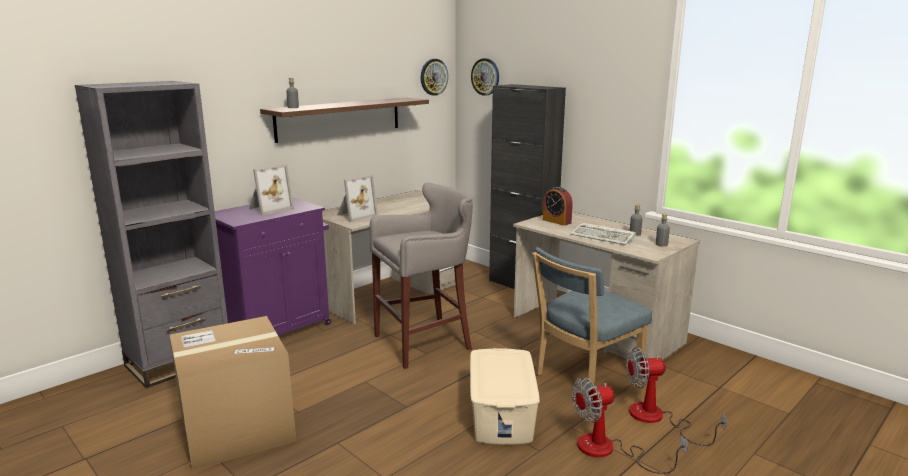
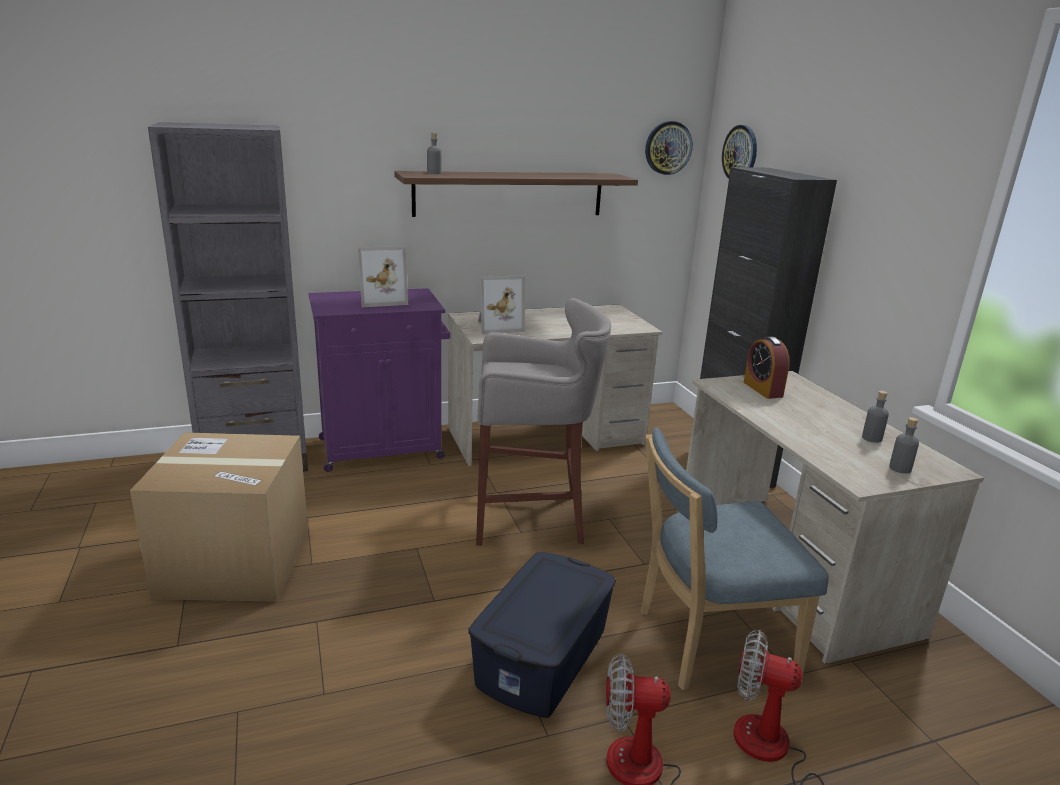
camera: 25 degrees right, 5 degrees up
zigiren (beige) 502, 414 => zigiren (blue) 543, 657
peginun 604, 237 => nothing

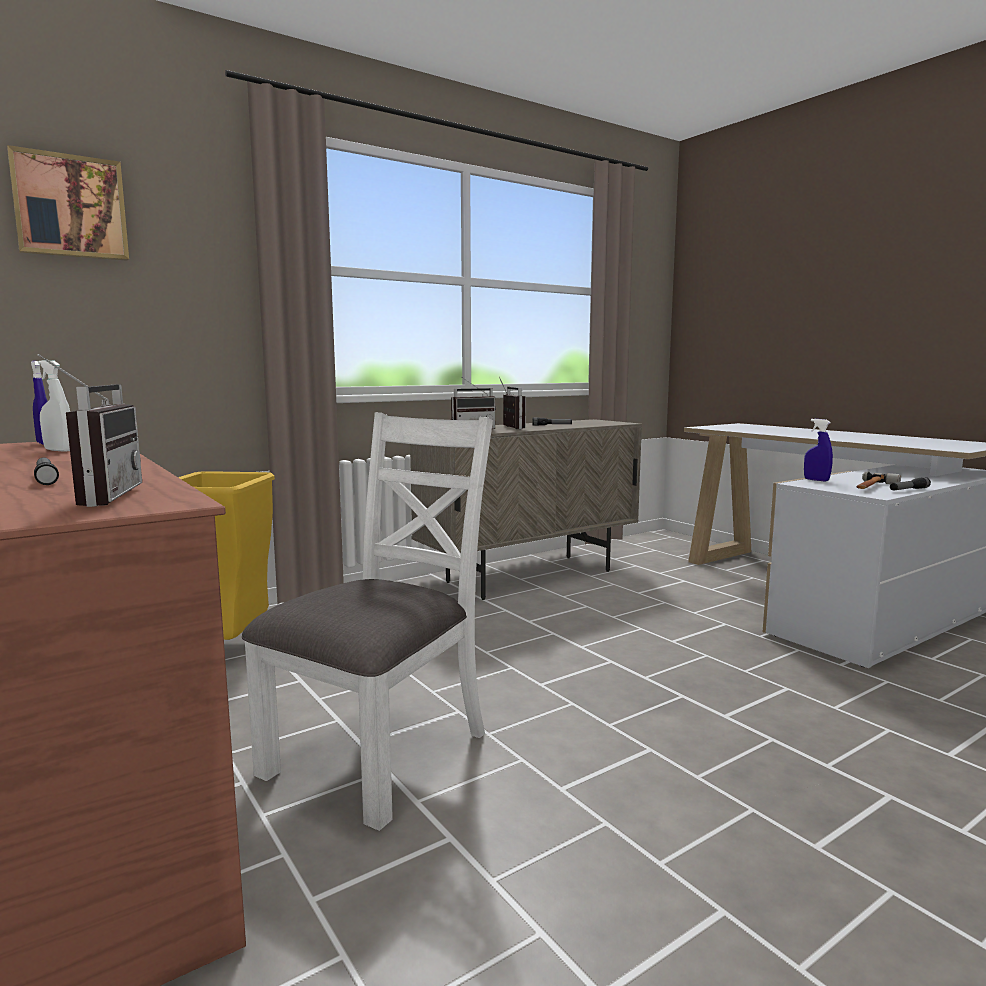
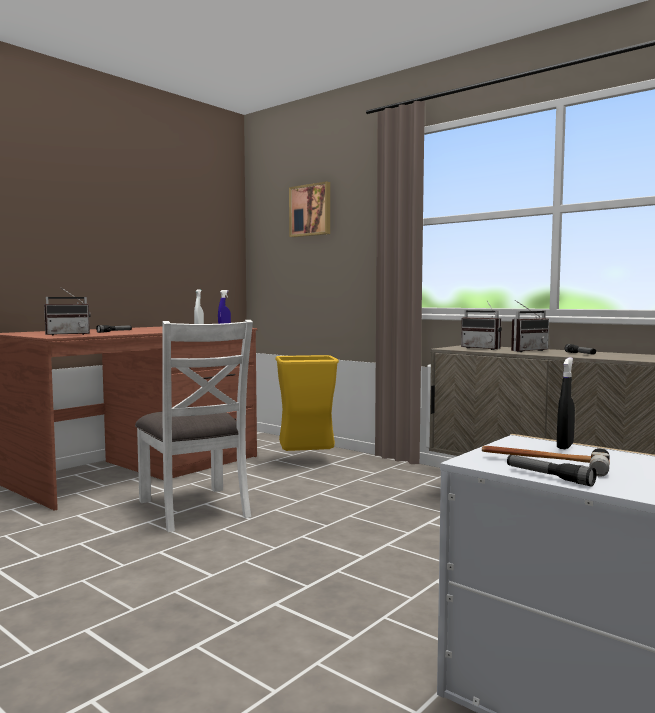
camera: 75 degrees right, 5 degrees down
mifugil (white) 380, 752 => mifugil (white) 195, 508, 45 degrees clockwise
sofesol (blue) 816, 480 => sofesol (black) 565, 446

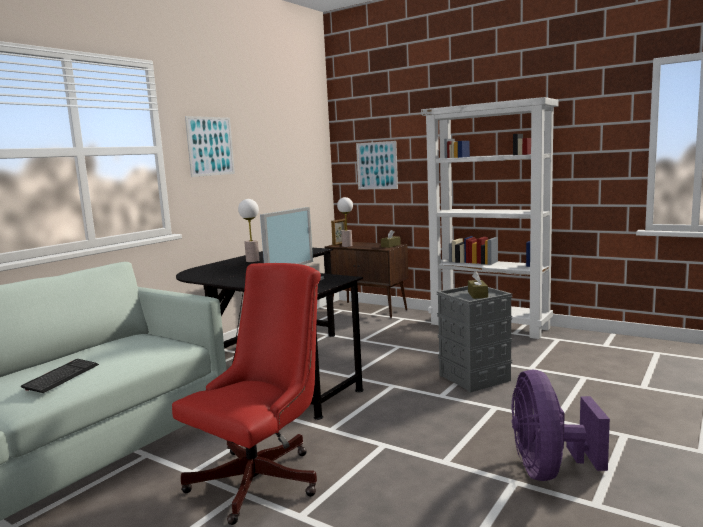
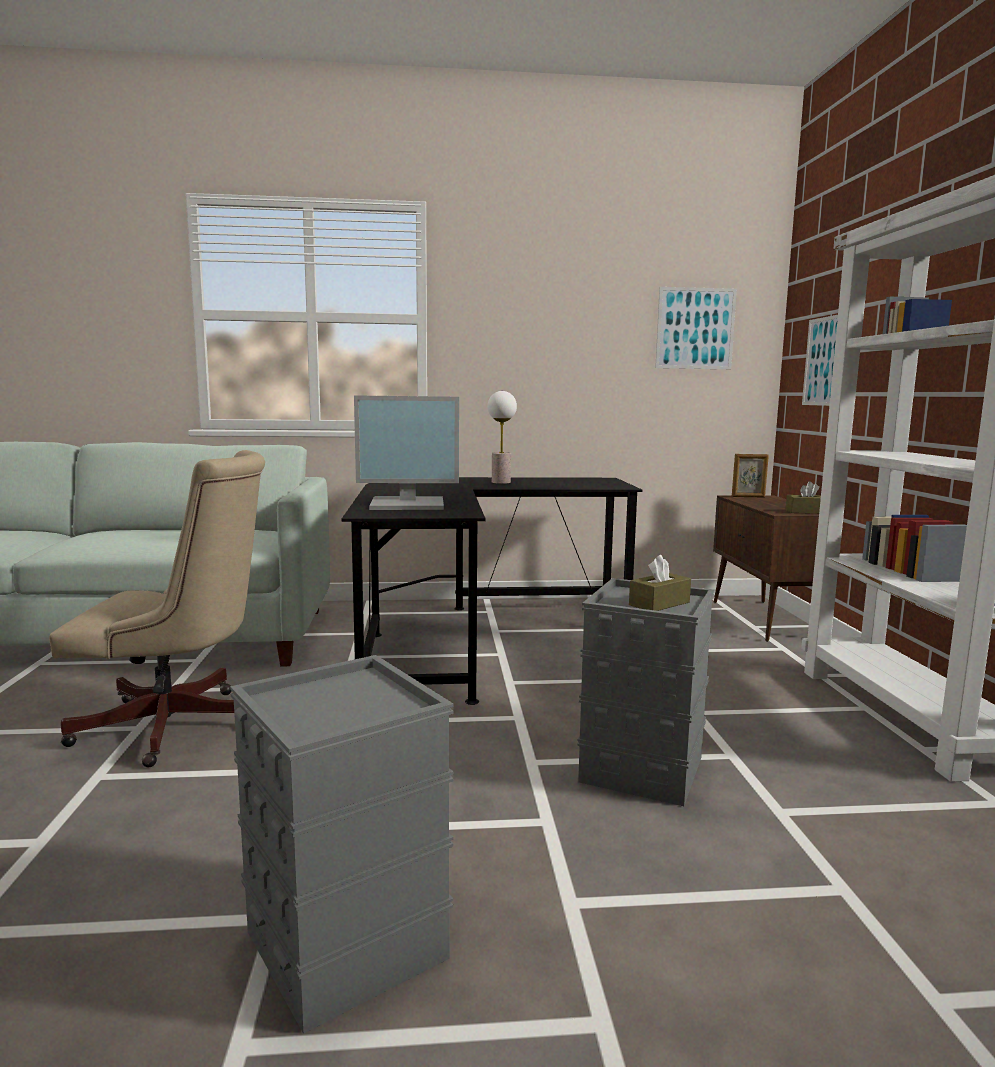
camera: 50 degrees right, 0 degrees up
peginun 62, 377 => nothing
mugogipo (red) 263, 478 => mugogipo (beige) 179, 727
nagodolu 210, 146 => nagodolu 695, 328, move
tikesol 347, 246 => nothing
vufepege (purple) 548, 470 => zigiren (grey) 345, 947

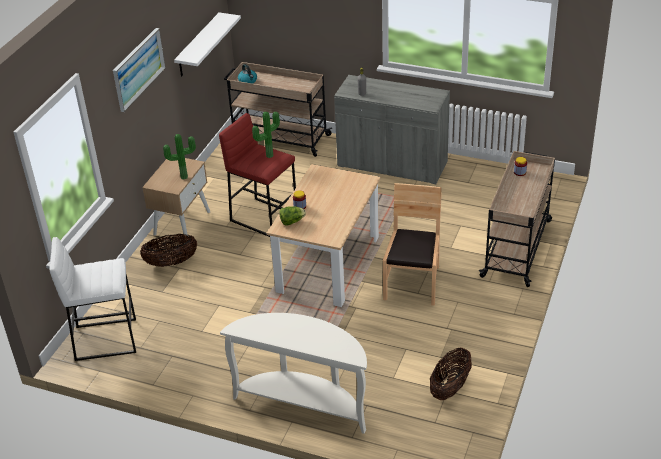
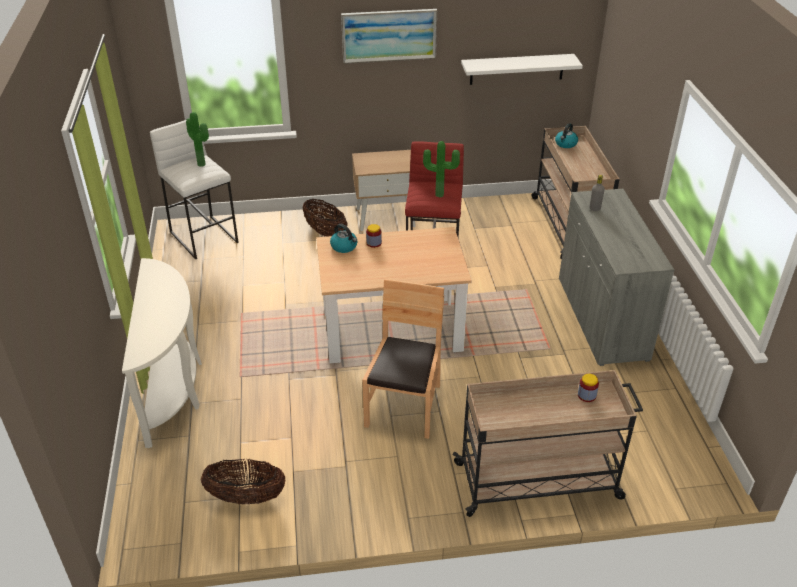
camera: 60 degrees right, 0 degrees up
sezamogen 183, 176 => sezamogen 202, 164, move
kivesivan 292, 221 => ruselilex 344, 247
mifugil (brown) 413, 283 => mifugil (brown) 404, 406, 60 degrees counterclockwise

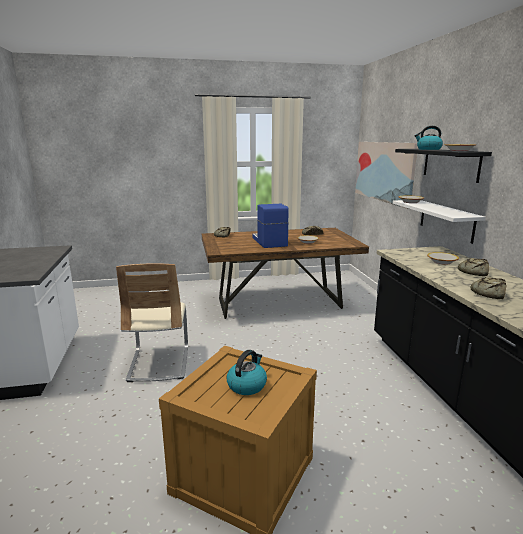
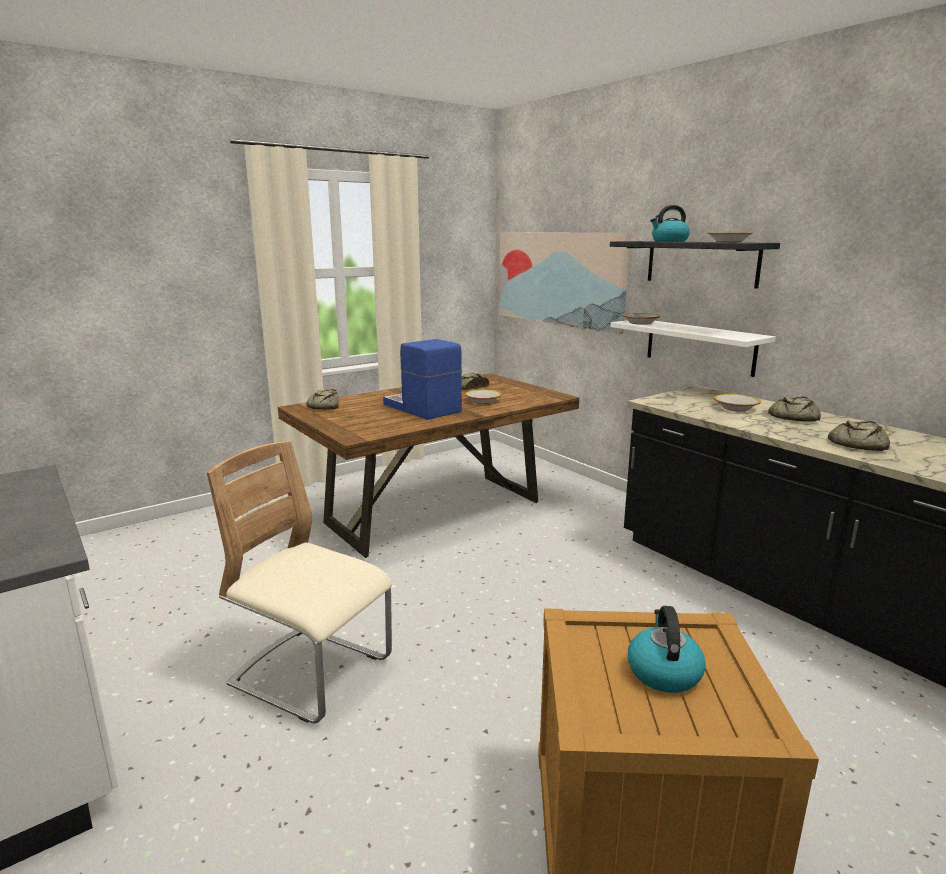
camera: 25 degrees left, 0 degrees up
mifugil (beige) 159, 363 => mifugil (beige) 312, 673, 150 degrees clockwise

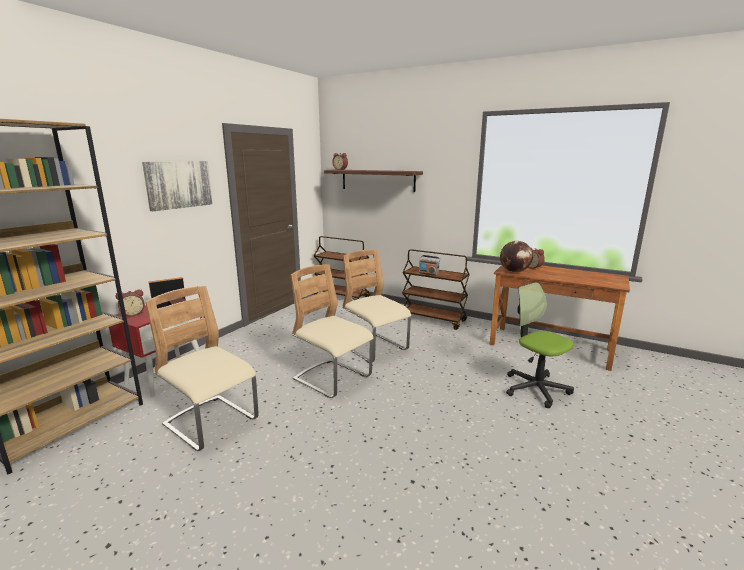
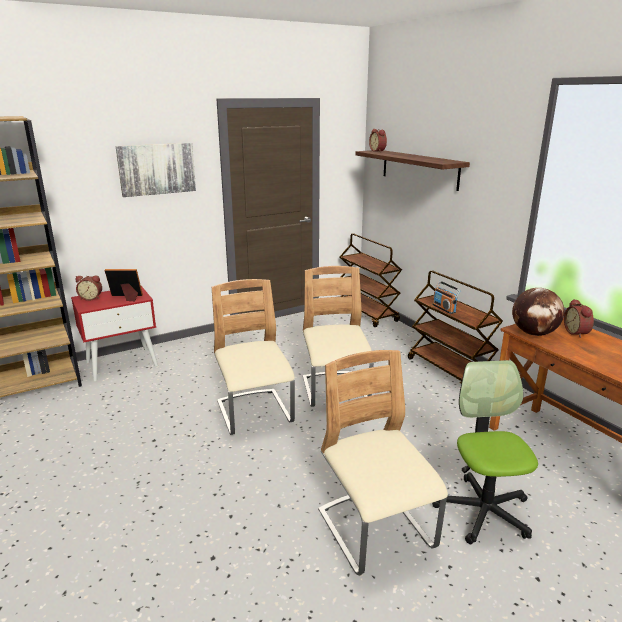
camera: 30 degrees right, 5 degrees up
mifugil (beige) 211, 423 => mifugil (beige) 375, 531, move

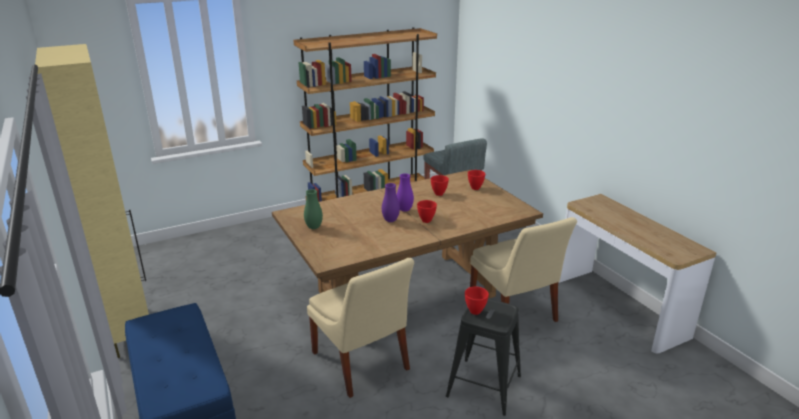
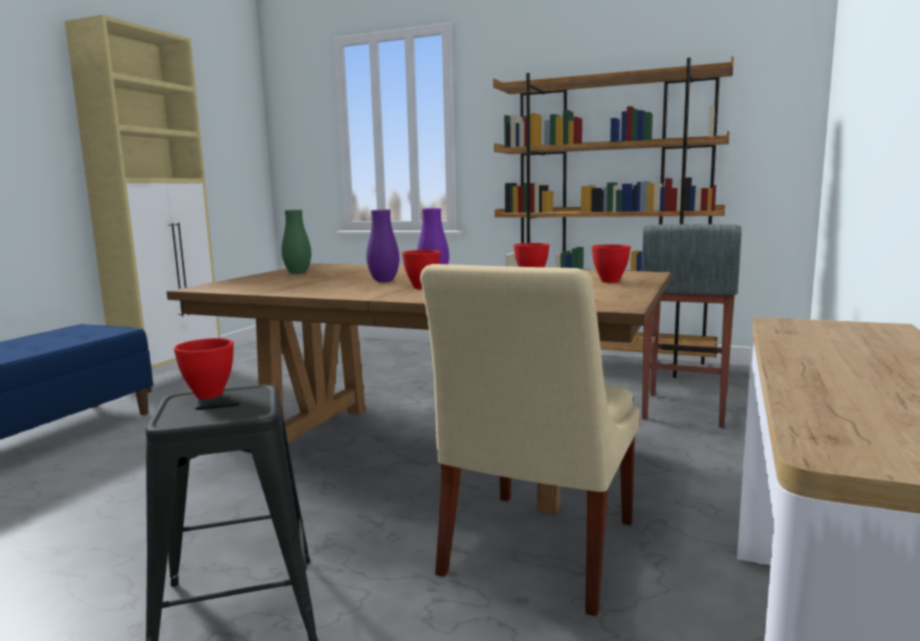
camera: 50 degrees right, 15 degrees down
mifugil (beige) 361, 364 => nothing

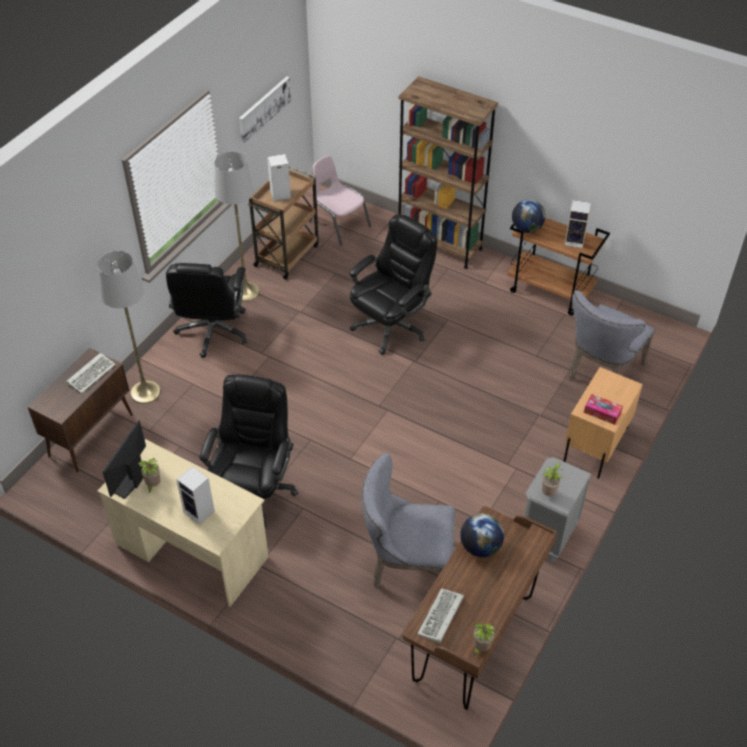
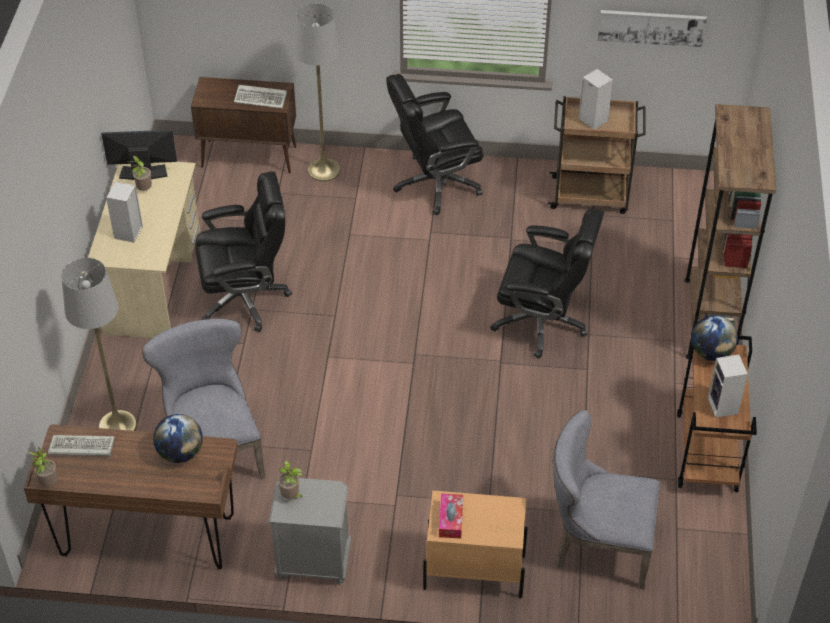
camera: 65 degrees right, 0 degrees up
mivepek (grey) 246, 292 => mivepek (grey) 117, 425, move
mifugil (pink) 339, 224 => nothing

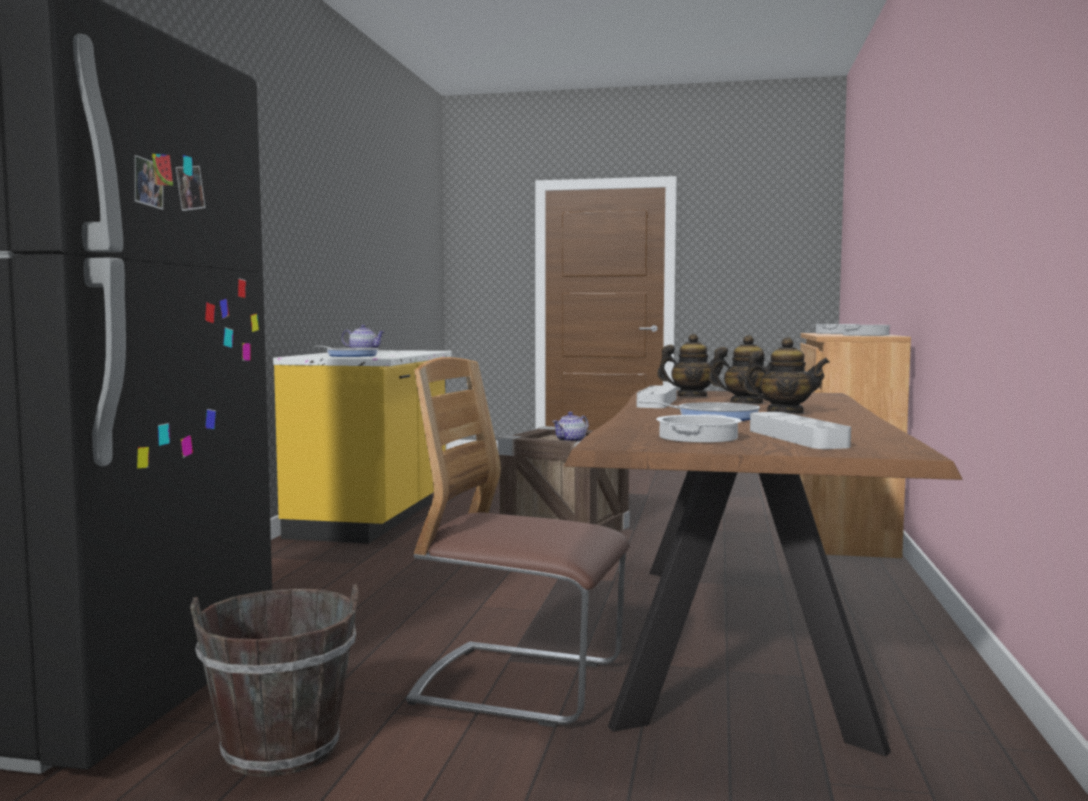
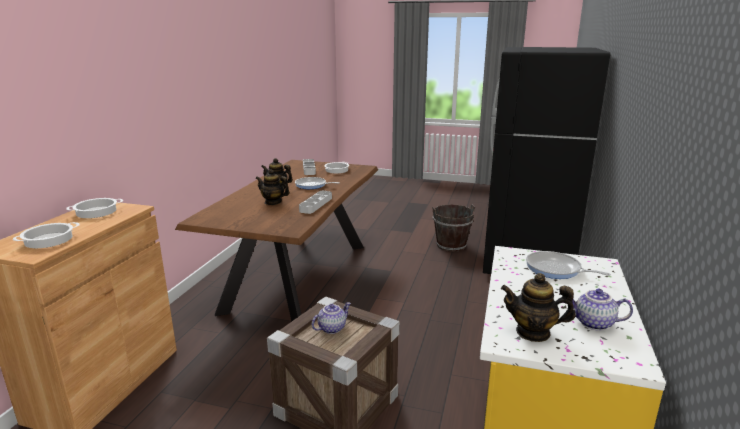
camera: 175 degrees left, 15 degrees up
mifugil 519, 685 => nothing
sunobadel 691, 397 => sunobadel 533, 332, move

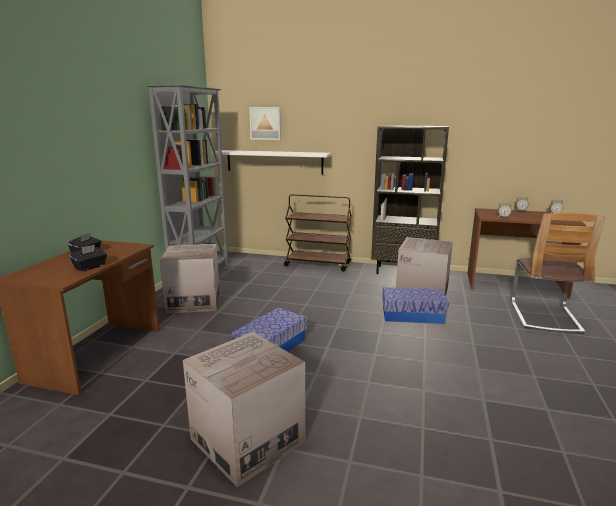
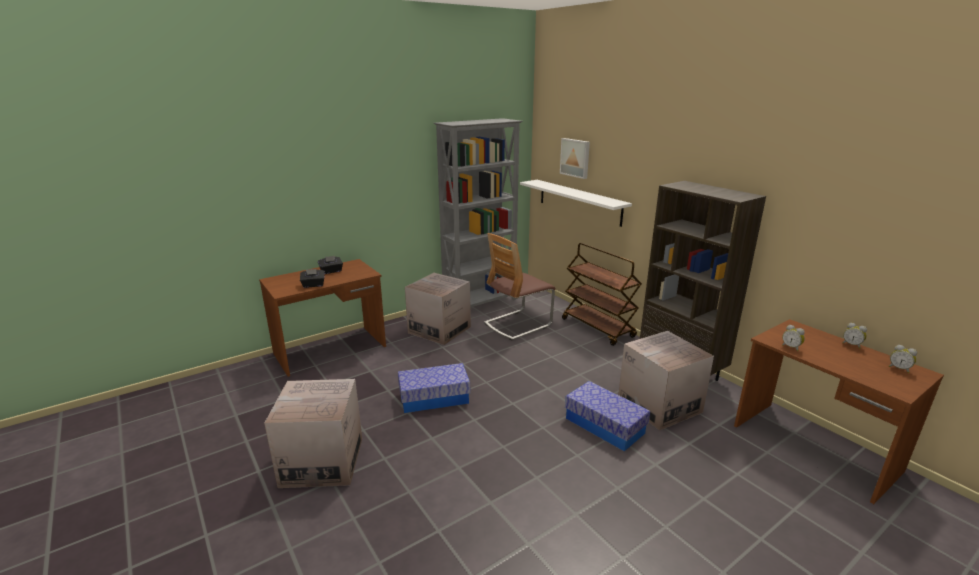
camera: 40 degrees right, 5 degrees up
mifugil 545, 317 => mifugil 517, 324, move

